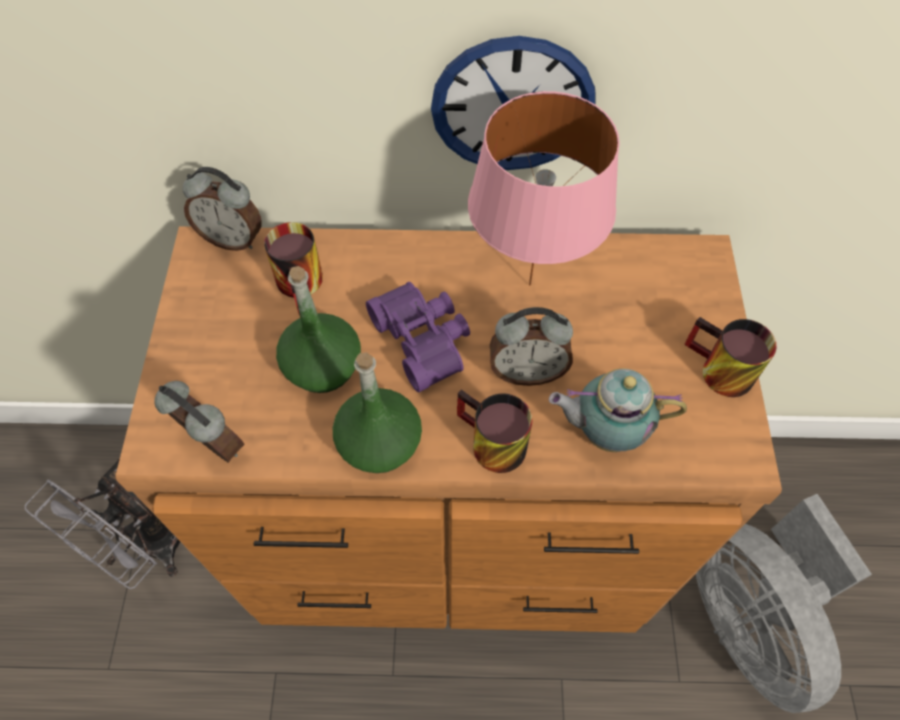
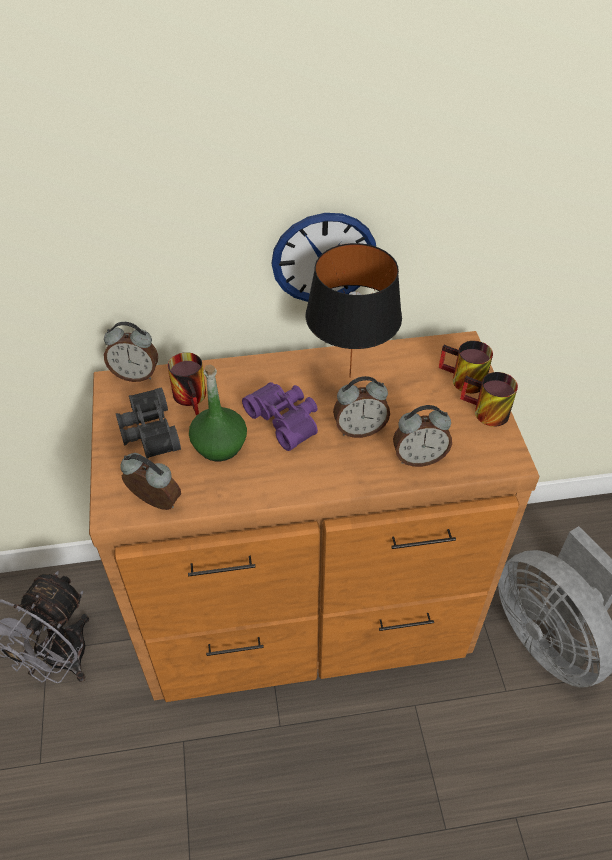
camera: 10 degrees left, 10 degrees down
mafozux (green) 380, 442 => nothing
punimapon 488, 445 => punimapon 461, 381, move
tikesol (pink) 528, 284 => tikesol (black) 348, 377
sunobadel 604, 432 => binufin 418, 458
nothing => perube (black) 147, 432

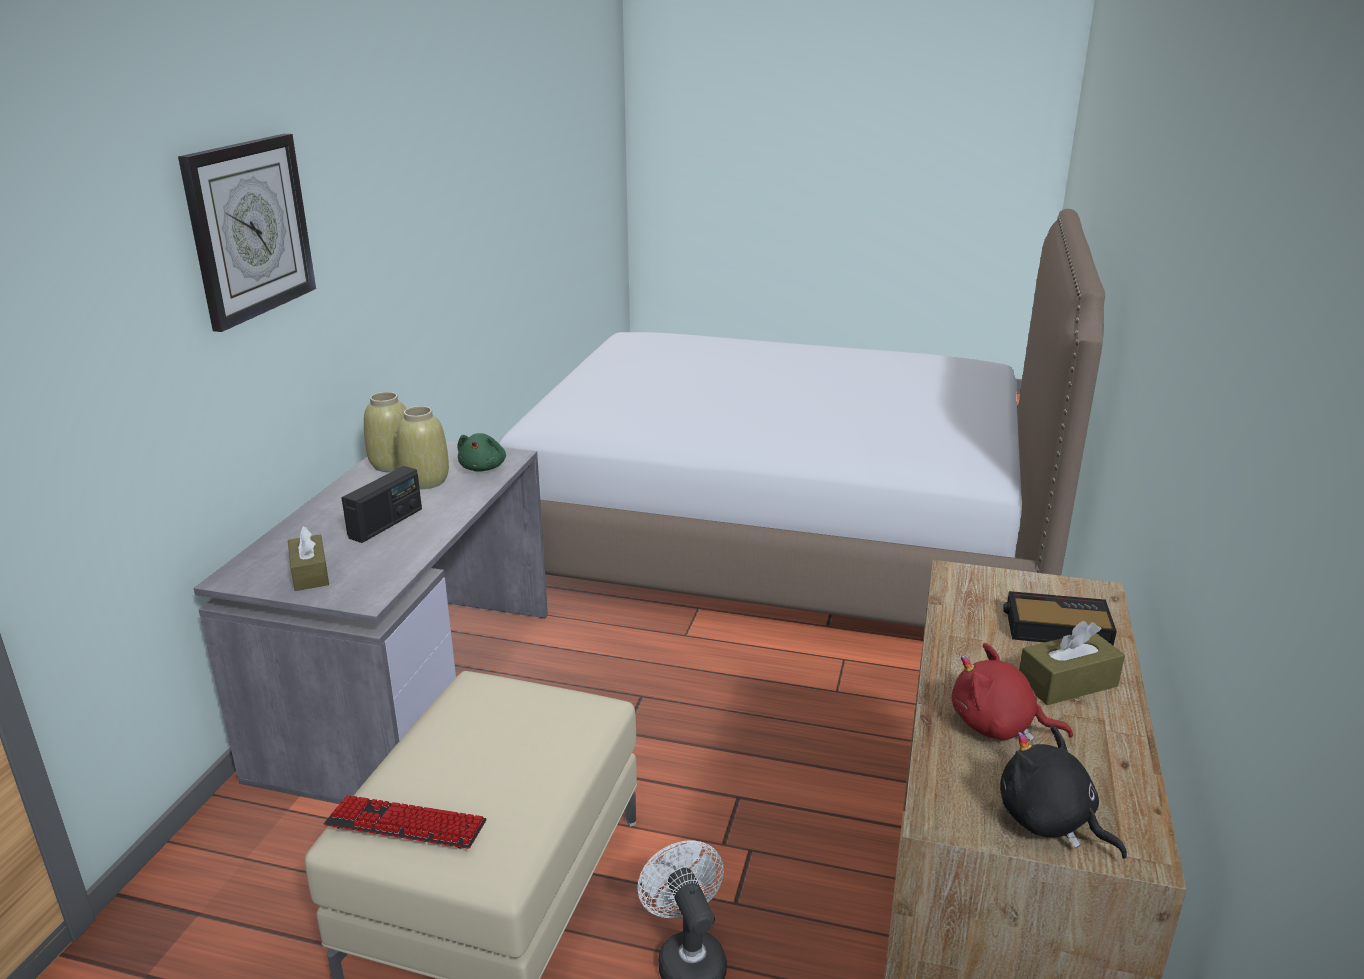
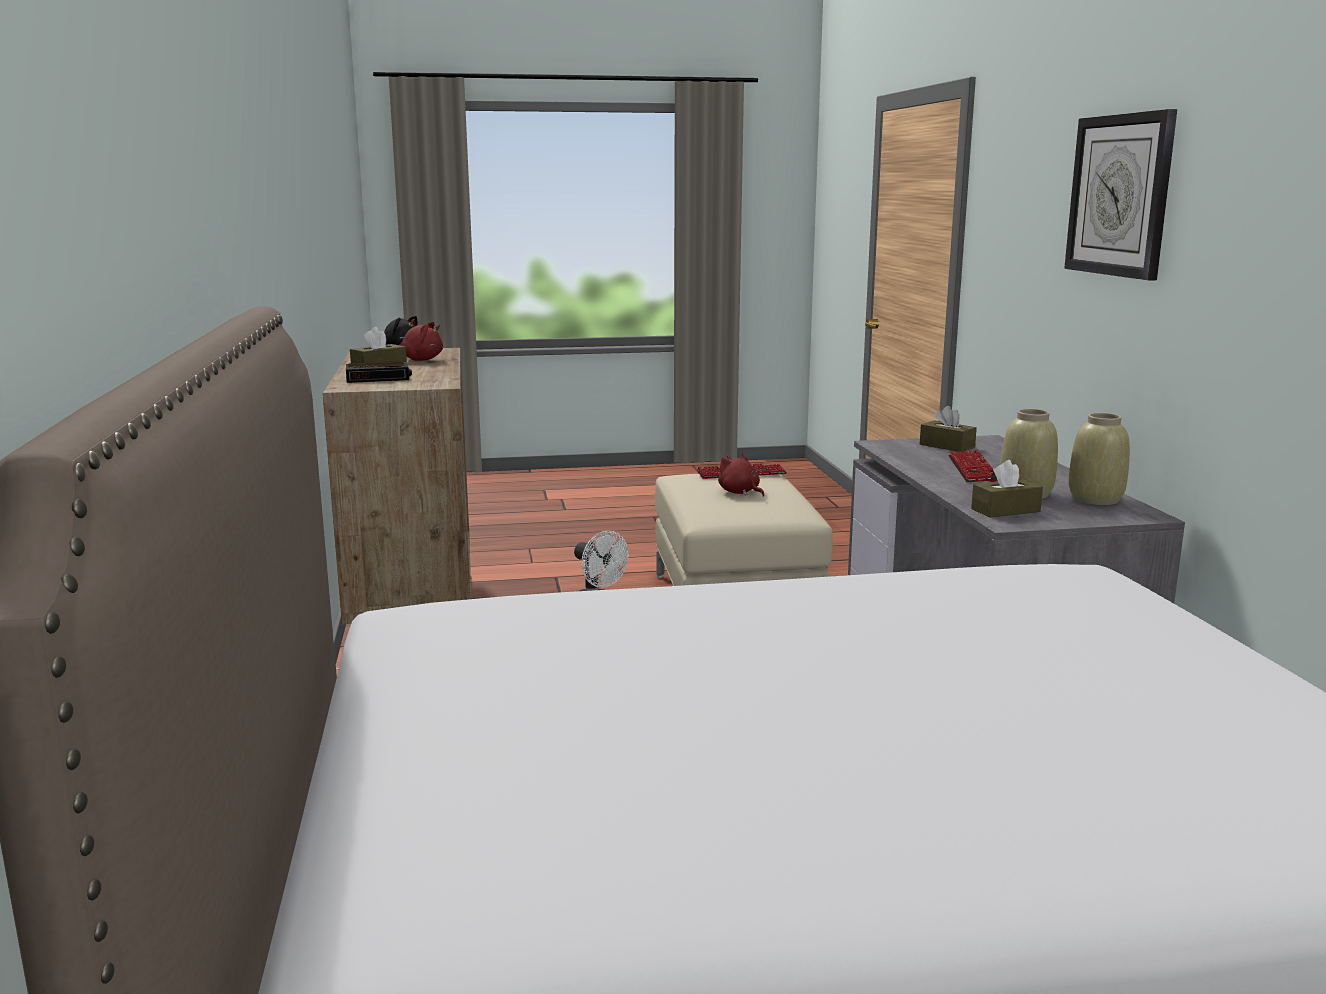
camera: 155 degrees right, 10 degrees down
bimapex 386, 524 => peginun 972, 469
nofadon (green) 483, 467 => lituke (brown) 1005, 510
nothing => nofadon (red) 740, 492

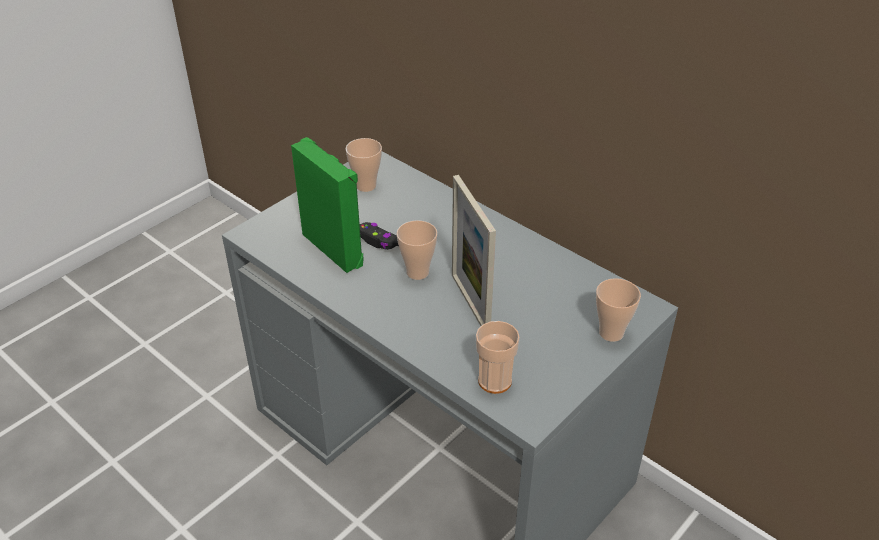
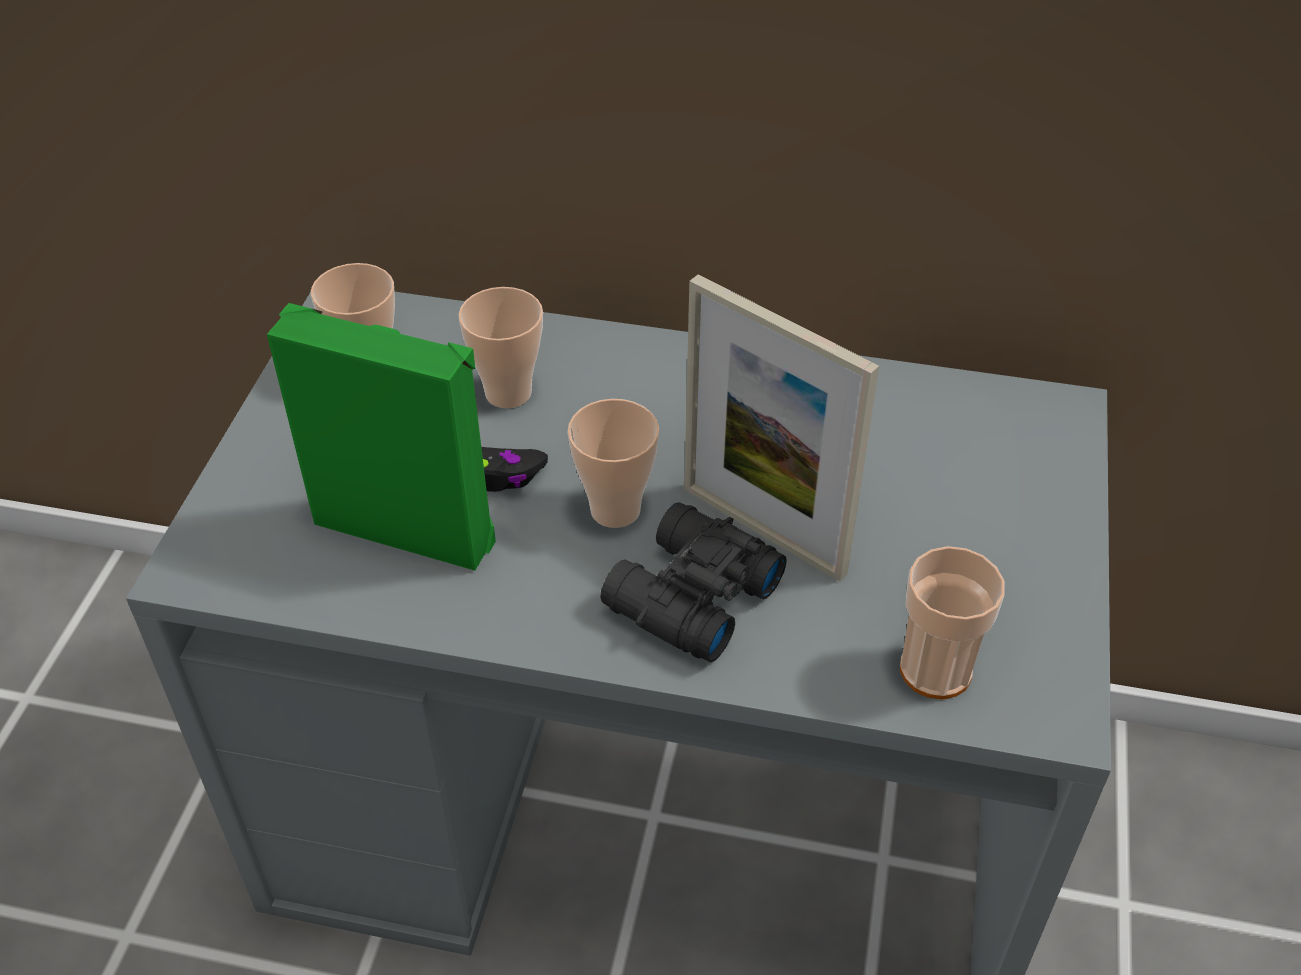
camera: 30 degrees left, 5 degrees up
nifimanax 611, 333 => nifimanax 508, 393, move
nothing => perube (black) 688, 597

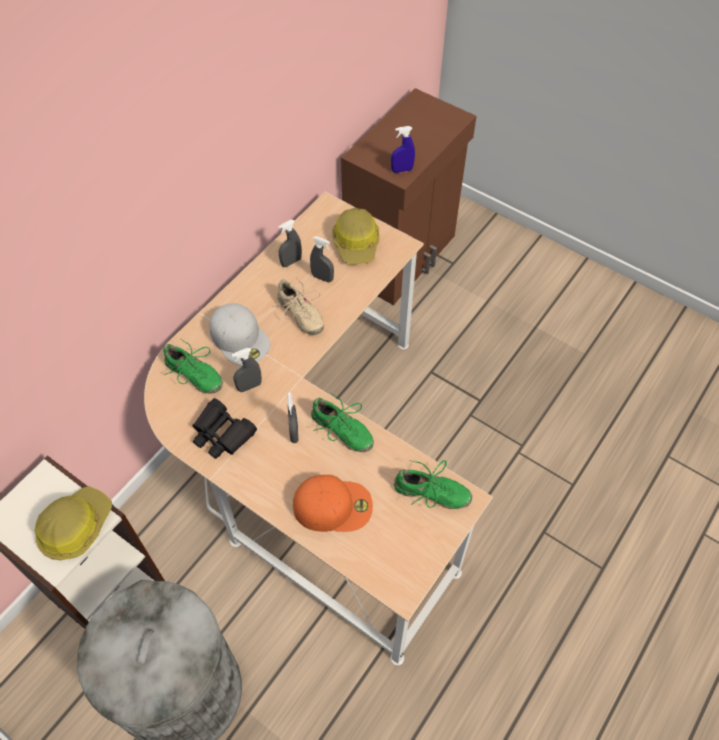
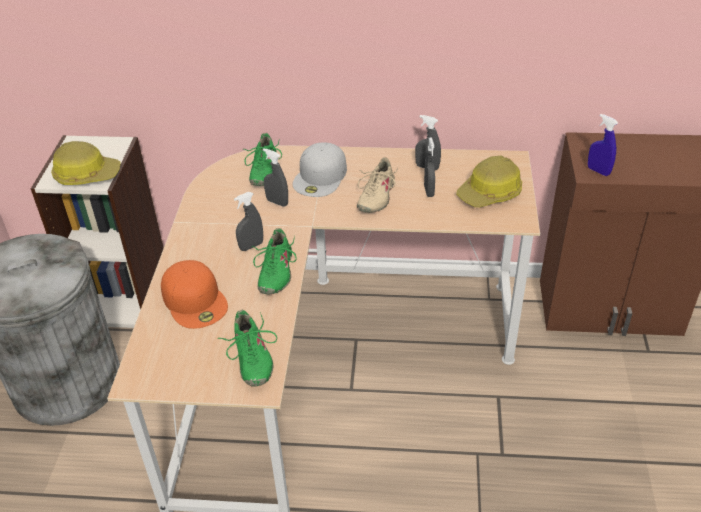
camera: 60 degrees right, 15 degrees down
perube (black) 222, 434 => nothing

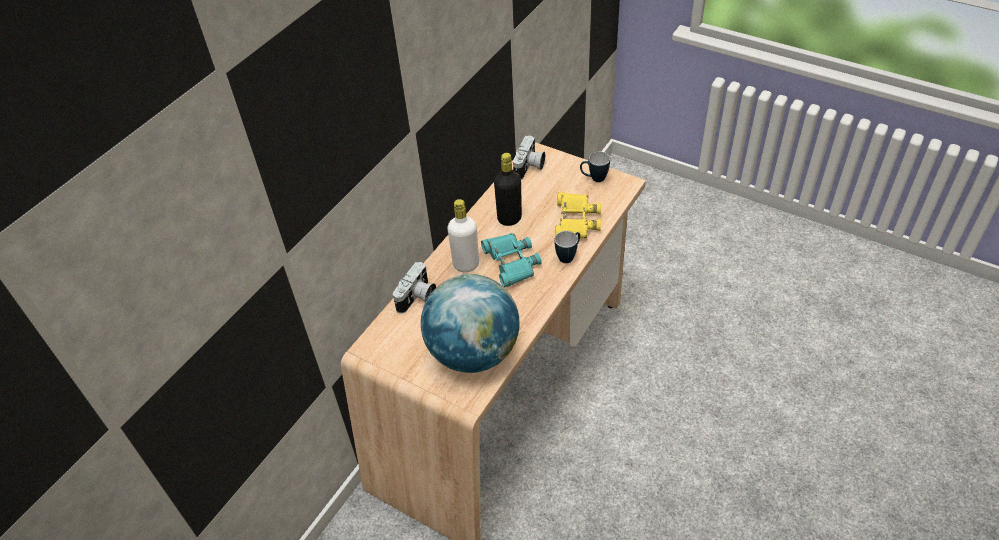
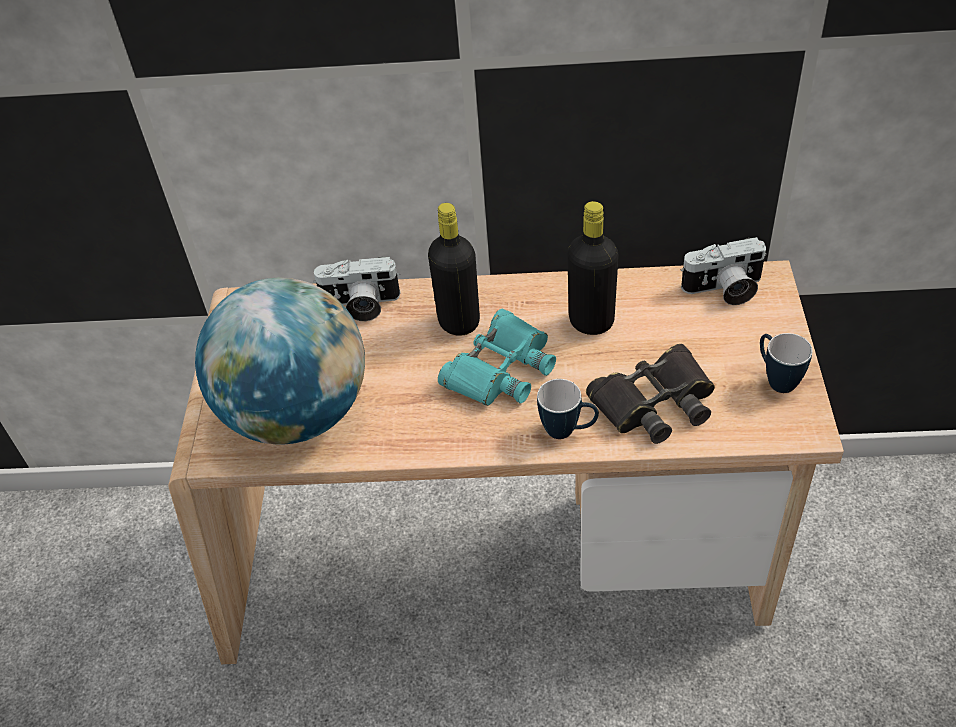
camera: 60 degrees right, 0 degrees up
mafozux (white) 466, 264 => mafozux (black) 459, 322
perube (yellow) 575, 221 => perube (black) 654, 402

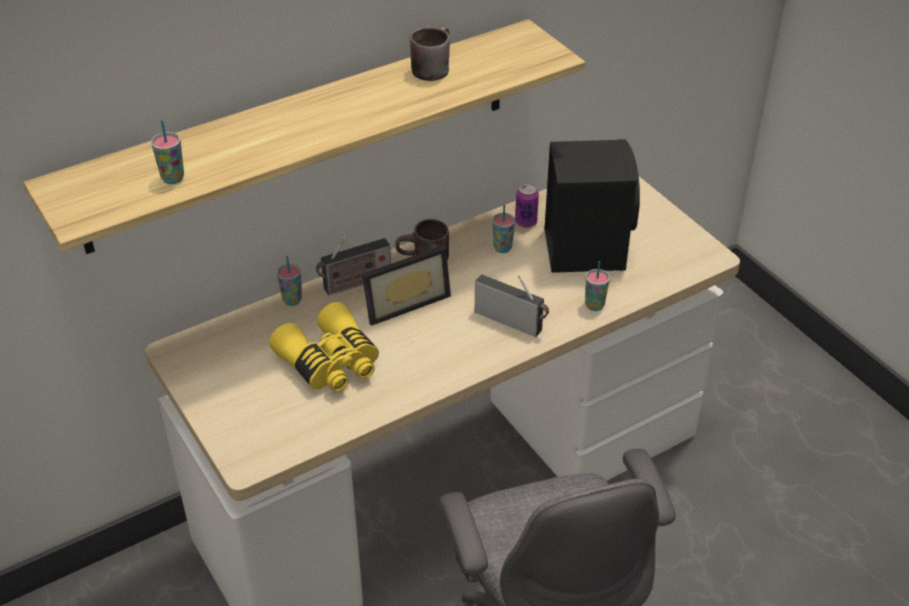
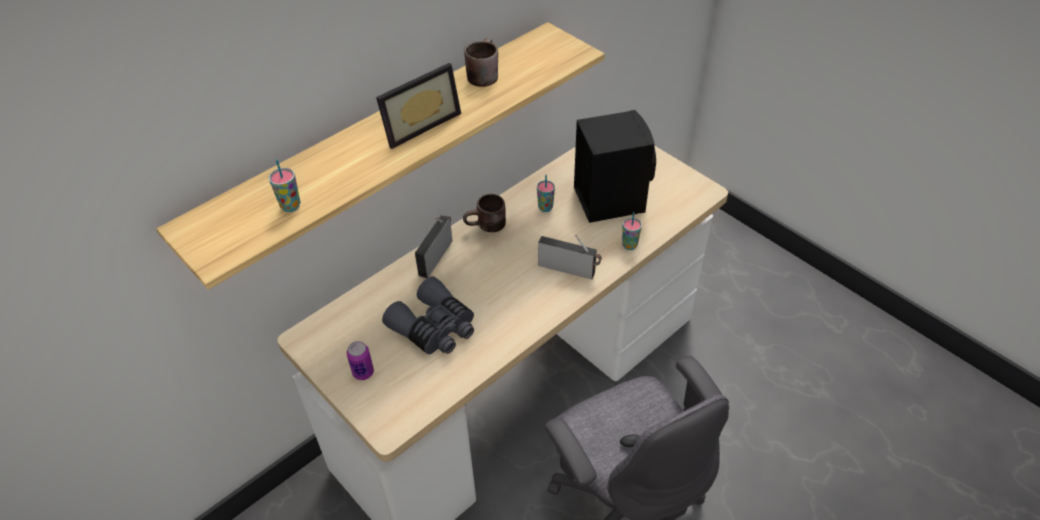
camera: 10 degrees left, 5 degrees up
perube (yellow) 331, 363 => perube (grey) 435, 328
nifimanax 292, 300 => nothing
bimapex 354, 284 => bimapex 436, 255, 150 degrees clockwise
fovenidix 404, 301 => fovenidix 418, 124, move
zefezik 526, 222 => zefezik 363, 372, move

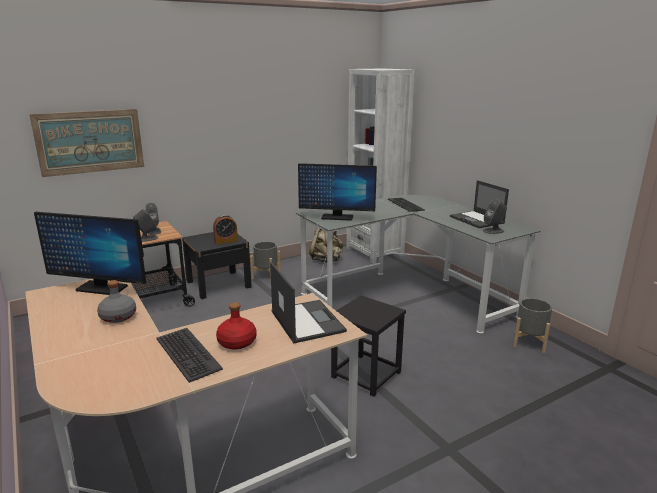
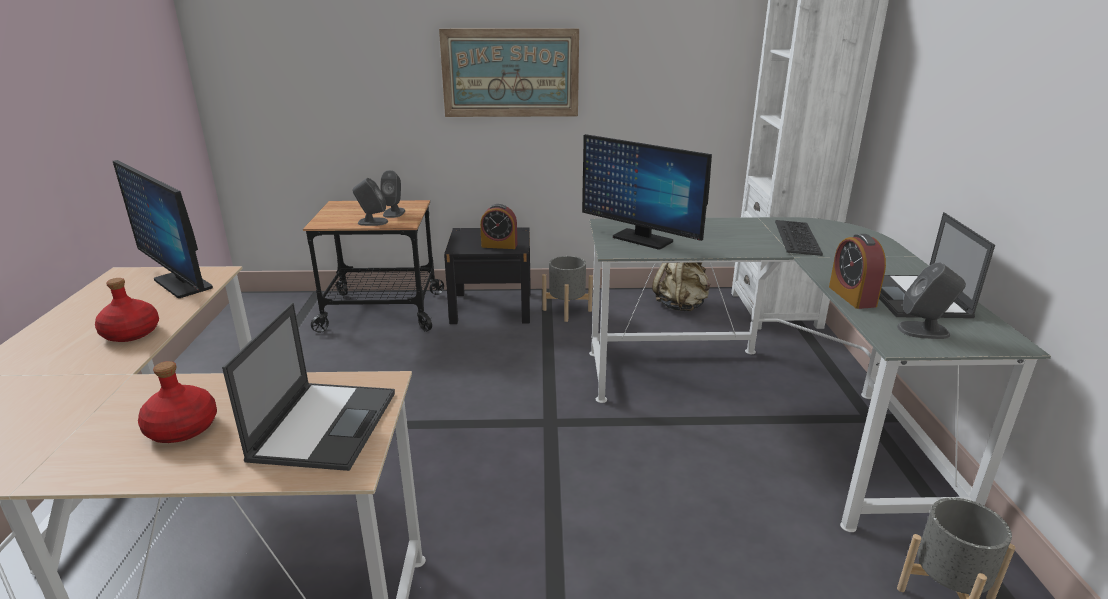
camera: 30 degrees right, 5 degrees up
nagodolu 90, 142 => nagodolu 510, 73, move
mafozux (grey) 118, 317 => mafozux (red) 131, 333
peginun 187, 354 => nothing
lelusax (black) 366, 374 => nothing
nothing => binufin 852, 296

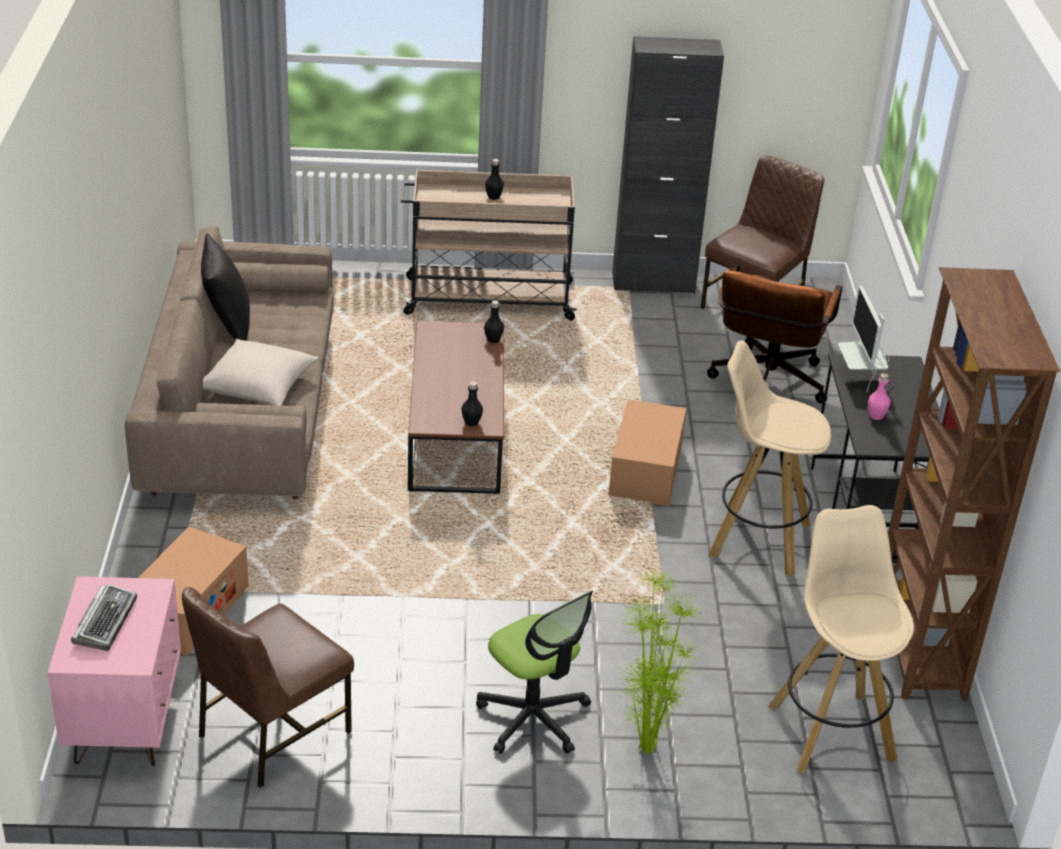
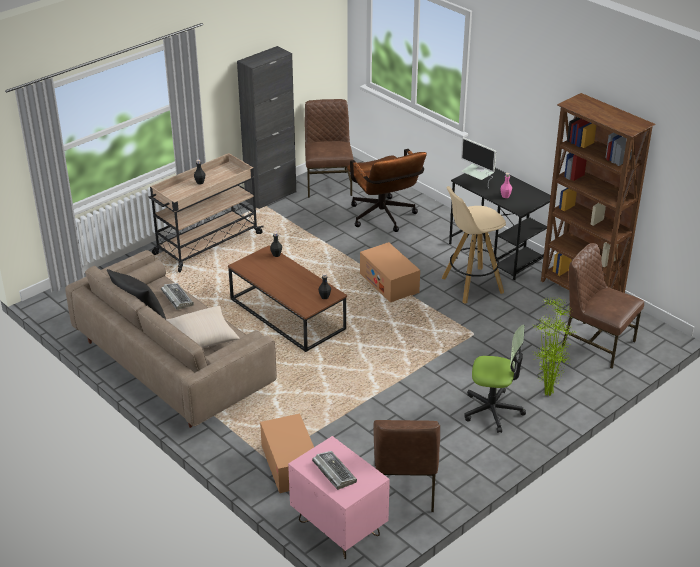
camera: 40 degrees left, 0 degrees up
lelusax (beige) 830, 731 => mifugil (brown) 597, 343
nothing => peginun 177, 298

